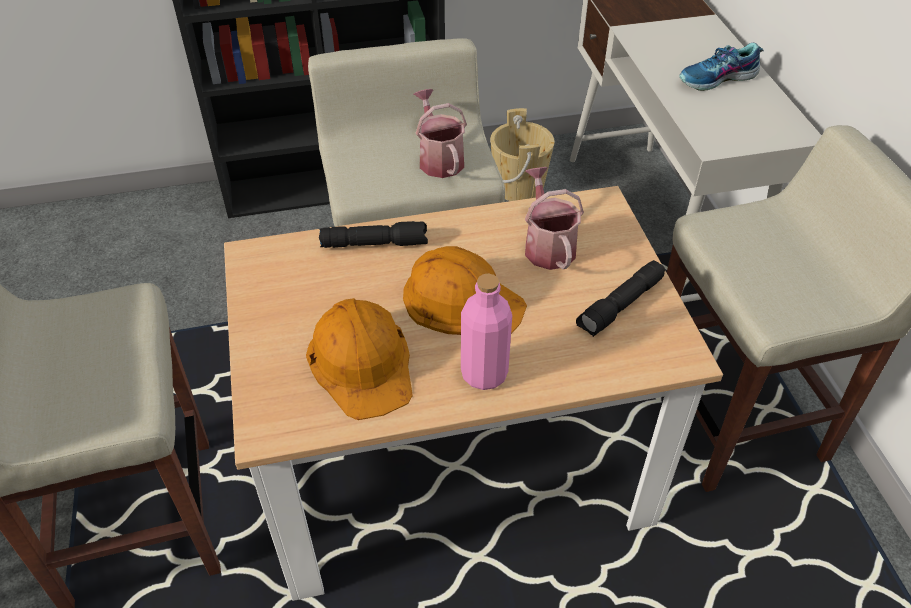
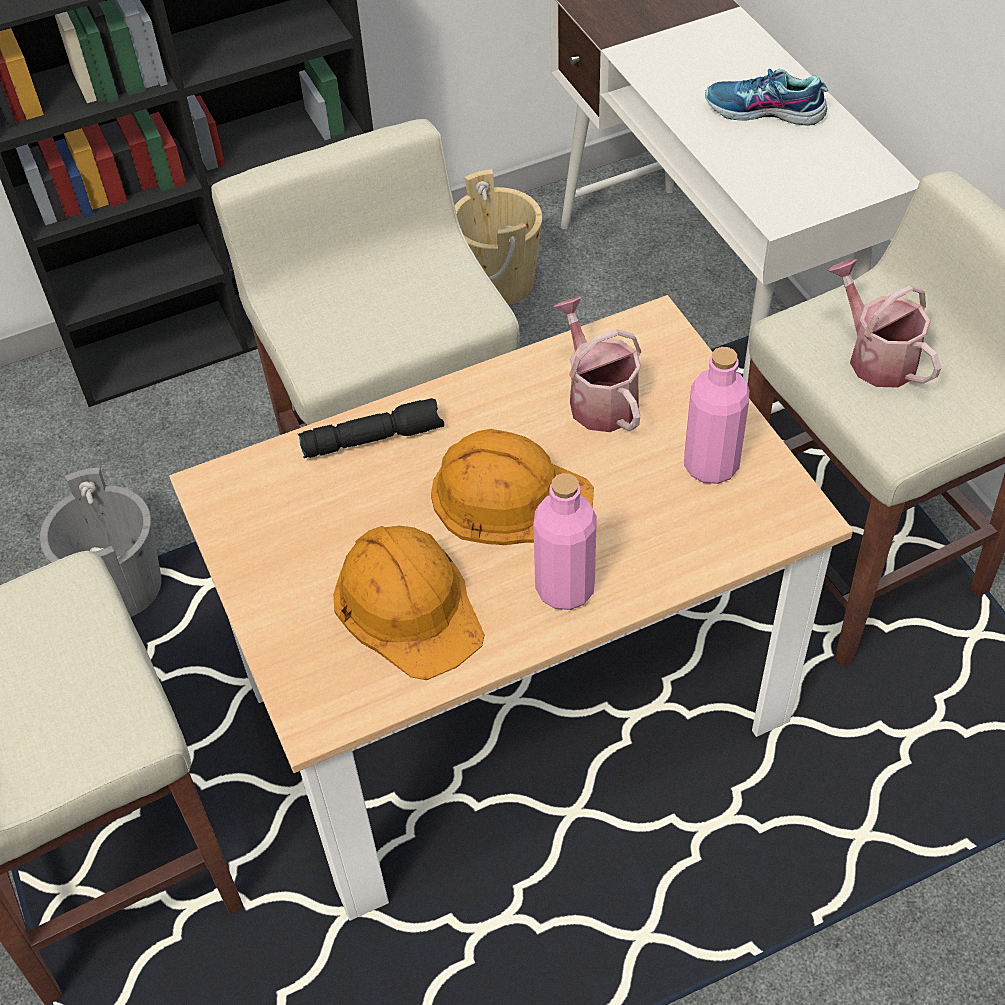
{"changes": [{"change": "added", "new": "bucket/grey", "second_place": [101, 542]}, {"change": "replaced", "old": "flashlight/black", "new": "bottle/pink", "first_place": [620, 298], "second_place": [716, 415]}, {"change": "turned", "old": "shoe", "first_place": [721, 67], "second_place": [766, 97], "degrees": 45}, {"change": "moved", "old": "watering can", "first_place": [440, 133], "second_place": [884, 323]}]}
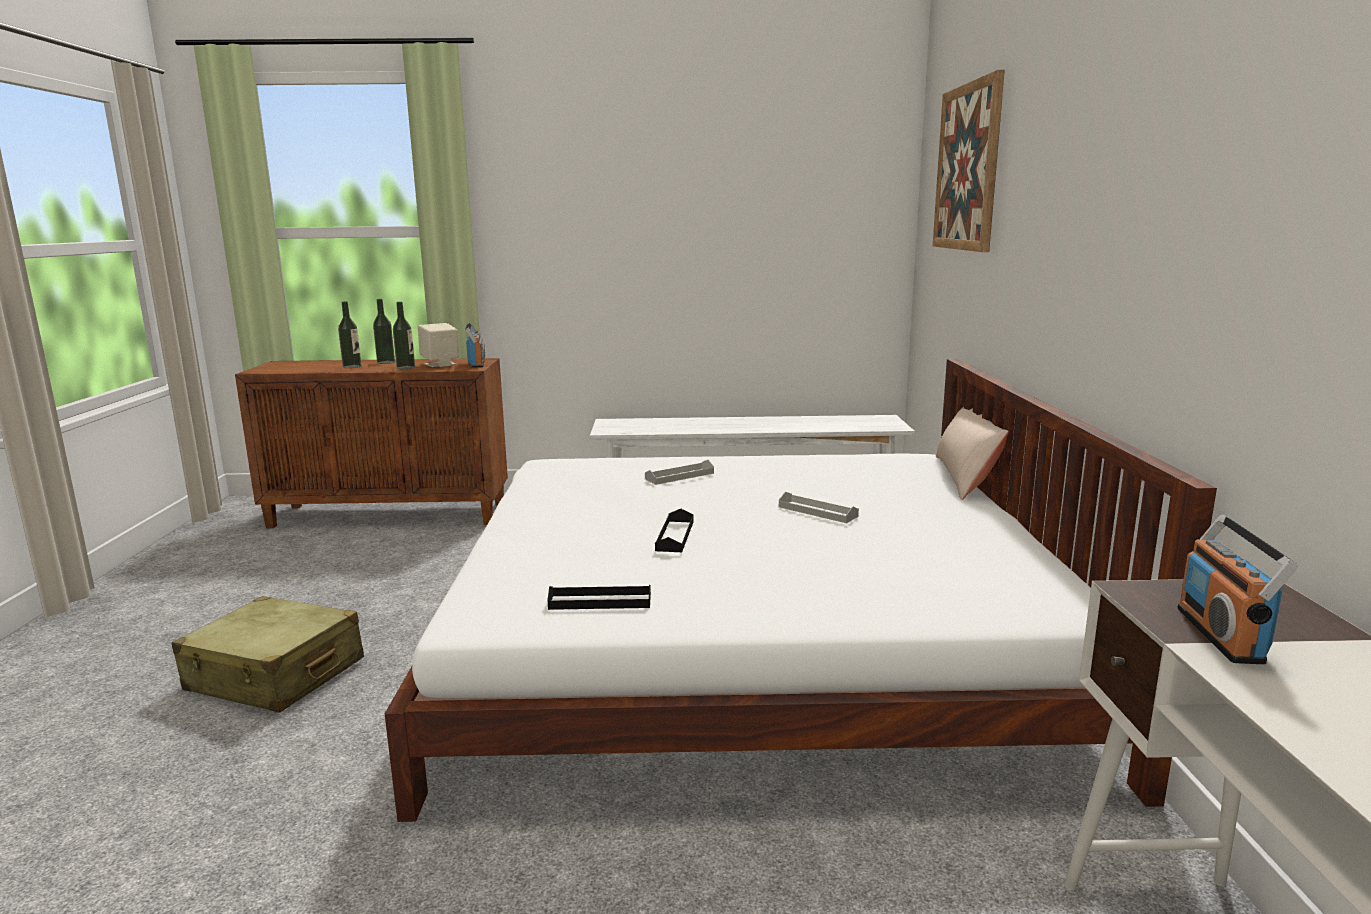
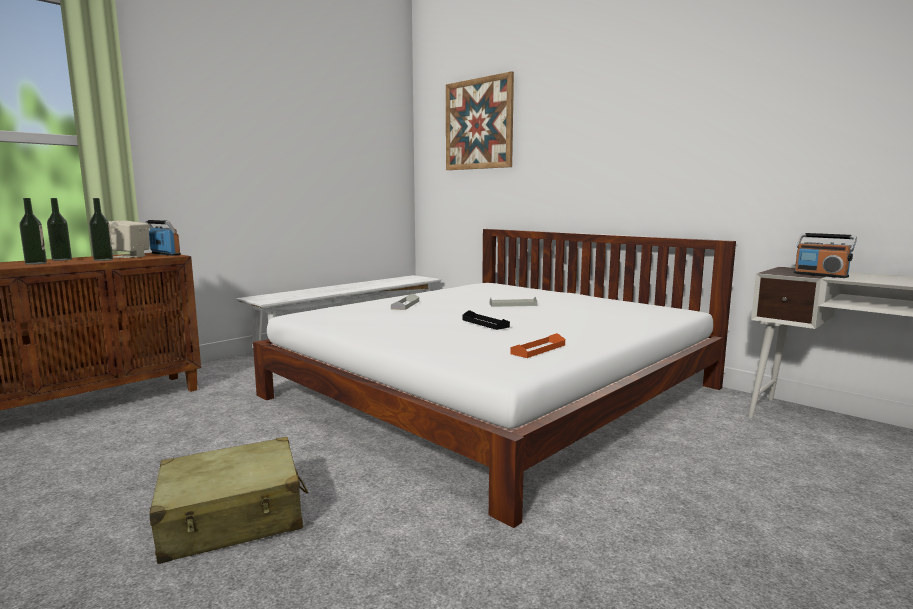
{"changes": [{"change": "recoloured", "old": "tray/black", "new": "tray/orange", "first_place": [599, 597], "second_place": [537, 345]}, {"change": "removed", "old": "pillow/beige", "first_place": [972, 453]}]}
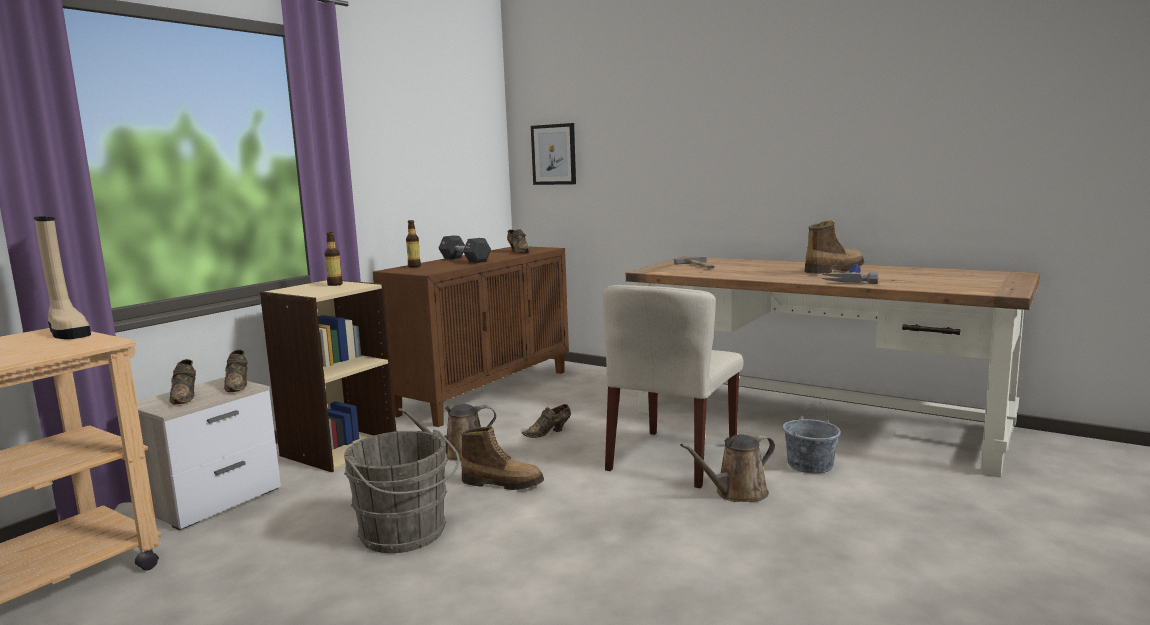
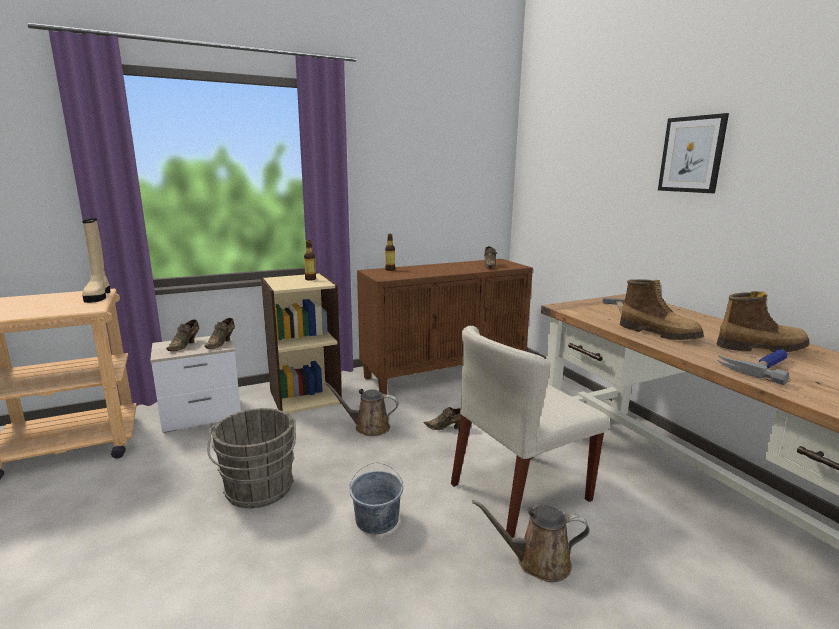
{"changes": [{"change": "moved", "old": "bucket/grey", "first_place": [812, 437], "second_place": [376, 498]}, {"change": "moved", "old": "boot", "first_place": [502, 458], "second_place": [662, 309]}, {"change": "moved", "old": "picture", "first_place": [553, 154], "second_place": [693, 153]}, {"change": "removed", "old": "dumbbell/black", "first_place": [464, 249]}]}
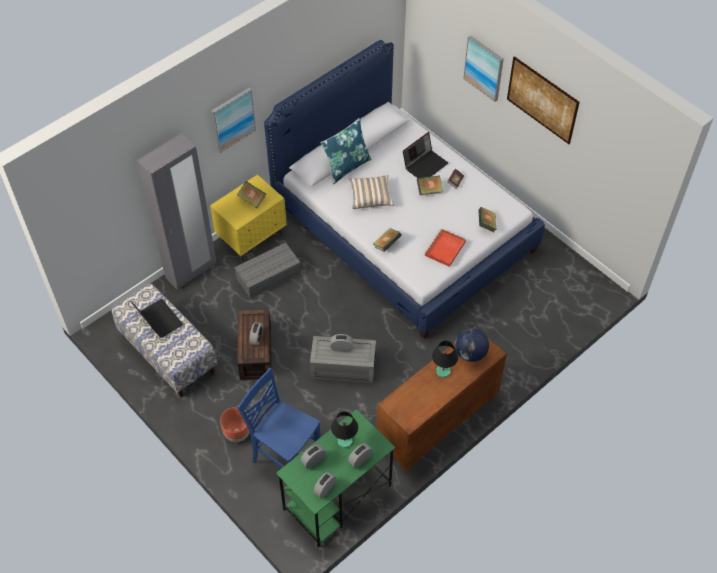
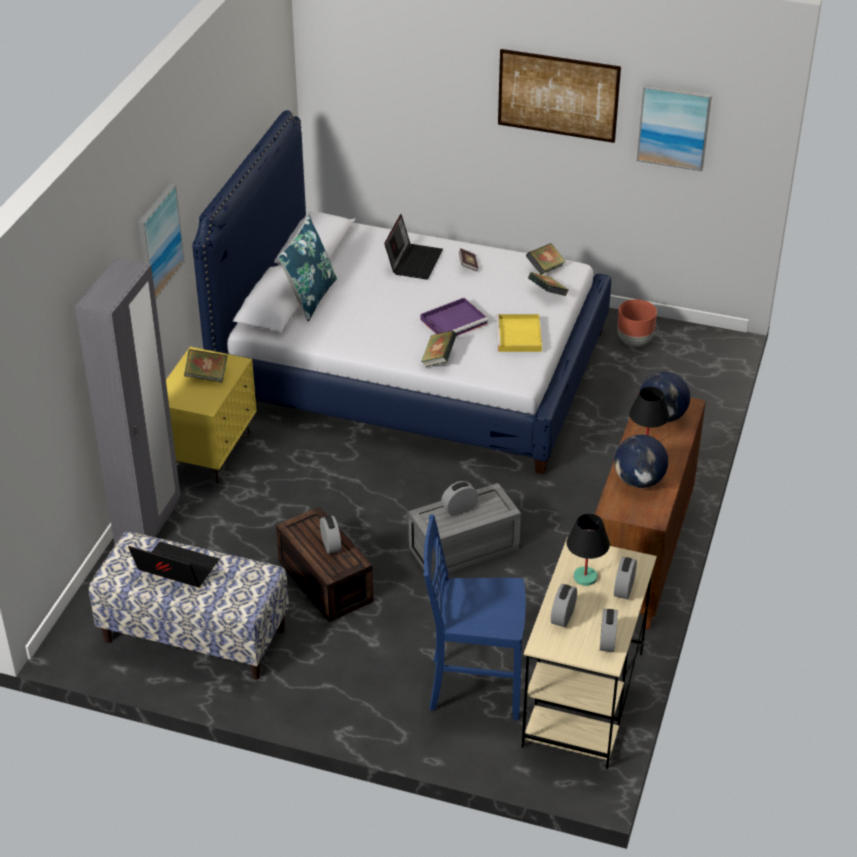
{"changes": [{"change": "added", "new": "tray/purple", "second_place": [454, 317]}, {"change": "recoloured", "old": "tray/red", "new": "tray/yellow", "first_place": [445, 247], "second_place": [518, 333]}, {"change": "recoloured", "old": "desk/green", "new": "desk/beige", "first_place": [336, 478], "second_place": [589, 653]}, {"change": "moved", "old": "book", "first_place": [430, 185], "second_place": [546, 259]}, {"change": "added", "new": "globe", "second_place": [641, 461]}, {"change": "moved", "old": "planter/brown", "first_place": [235, 424], "second_place": [637, 322]}, {"change": "moved", "old": "picture", "first_place": [483, 68], "second_place": [674, 127]}, {"change": "removed", "old": "storage box/grey", "first_place": [267, 270]}, {"change": "removed", "old": "pillow", "first_place": [371, 192]}]}
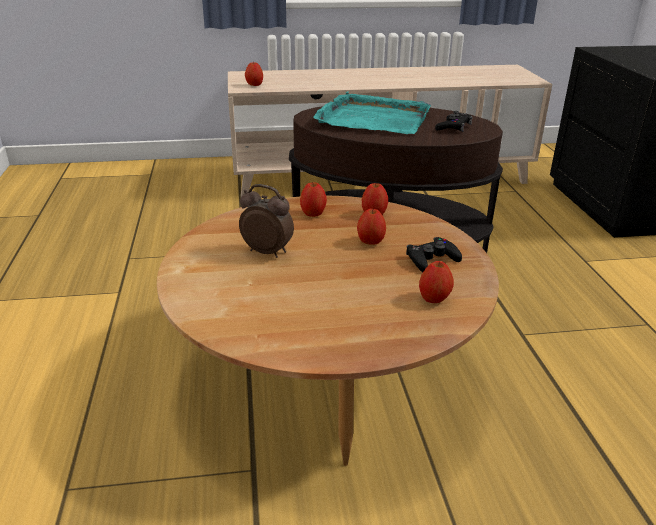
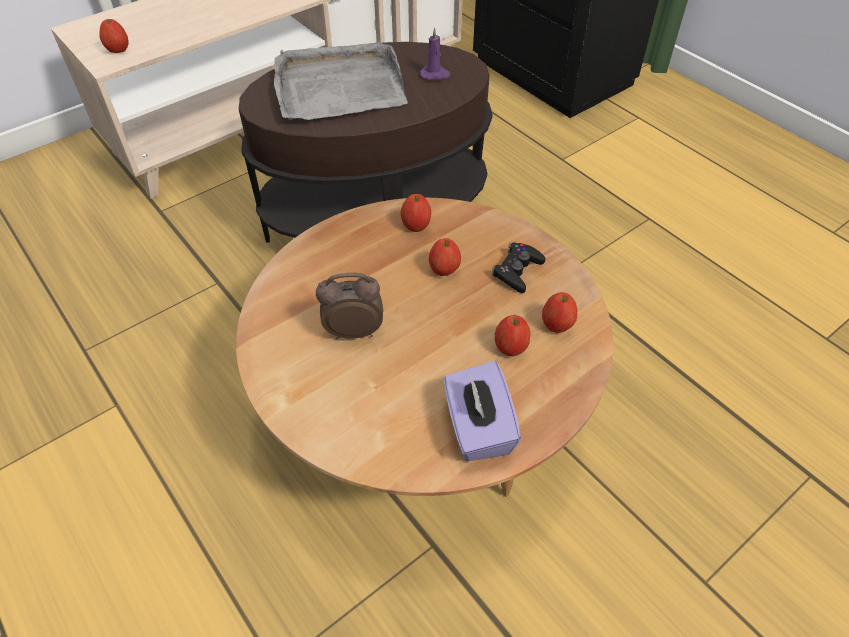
{"changes": [{"change": "recoloured", "old": "tray/turquoise", "new": "tray/grey", "first_place": [372, 112], "second_place": [341, 81]}, {"change": "replaced", "old": "game controller/black", "new": "candle/purple", "first_place": [454, 121], "second_place": [435, 53]}, {"change": "added", "new": "tissue box/purple", "second_place": [482, 411]}, {"change": "moved", "old": "apple", "first_place": [313, 199], "second_place": [512, 335]}]}
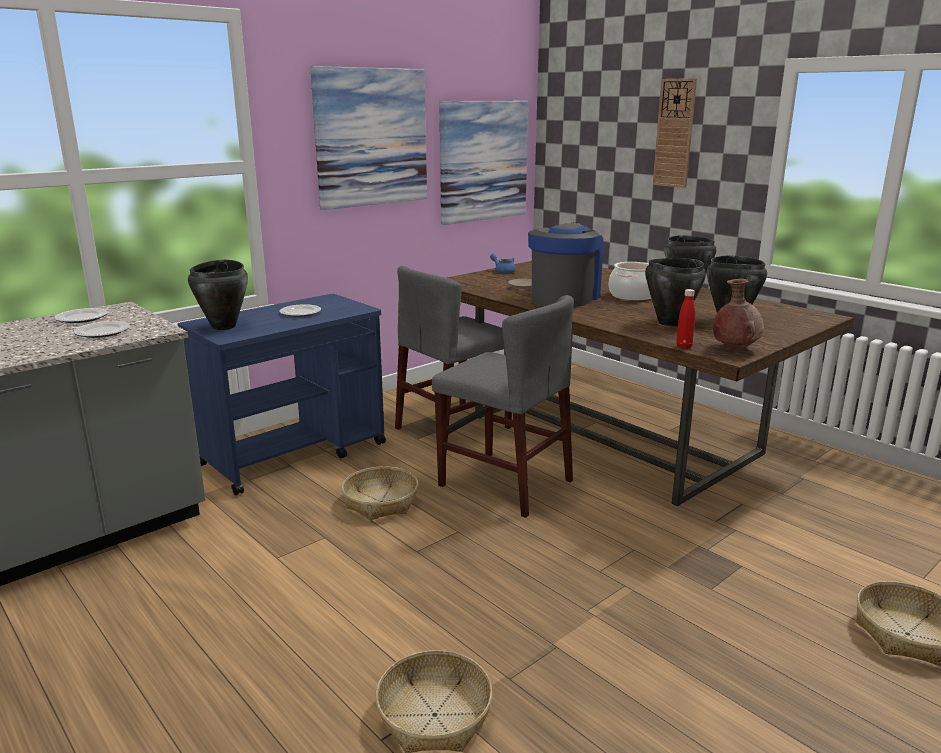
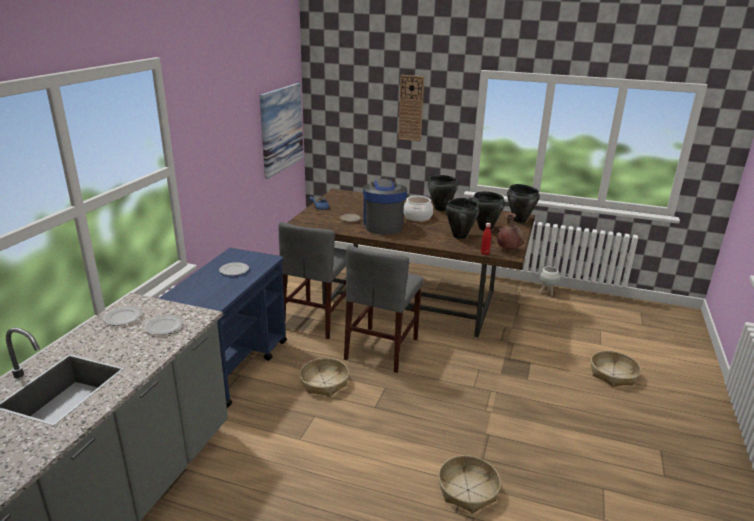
{"changes": [{"change": "turned", "old": "chair/grey", "first_place": [503, 406], "second_place": [384, 309], "degrees": 105}, {"change": "moved", "old": "cooking pot/black", "first_place": [218, 294], "second_place": [523, 203]}, {"change": "added", "new": "planter/white", "second_place": [550, 281]}, {"change": "removed", "old": "picture", "first_place": [368, 138]}]}
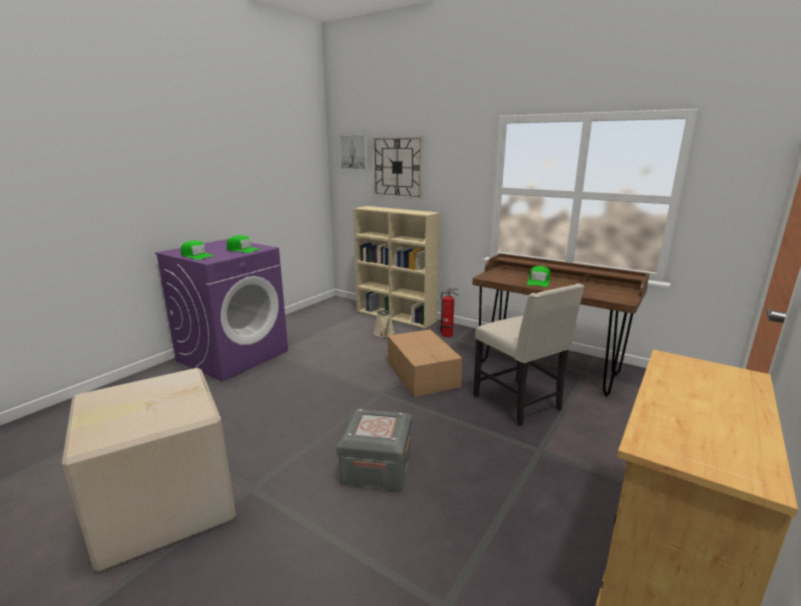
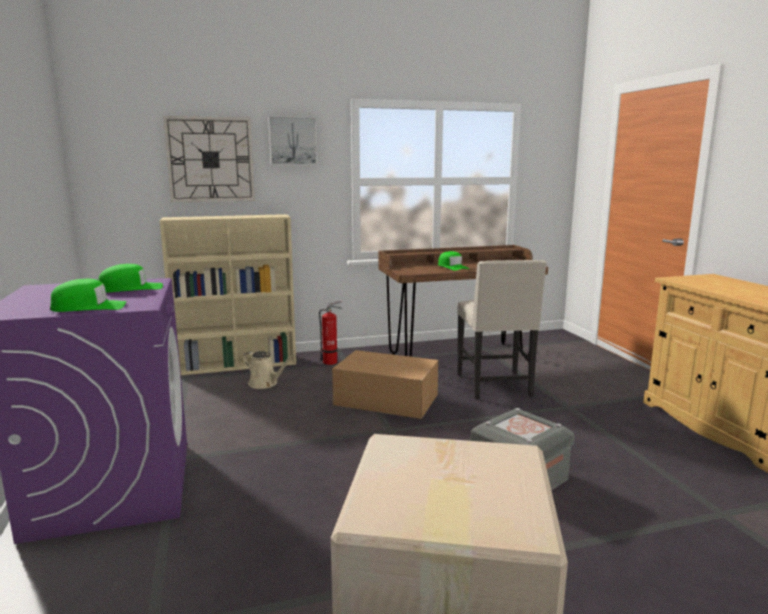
{"changes": [{"change": "moved", "old": "picture", "first_place": [353, 152], "second_place": [292, 140]}, {"change": "turned", "old": "chair/beige", "first_place": [529, 354], "second_place": [502, 329], "degrees": 75}]}
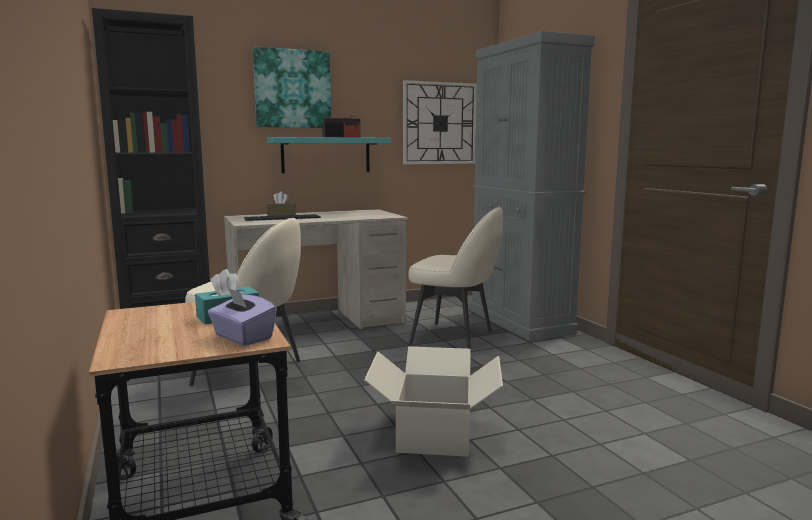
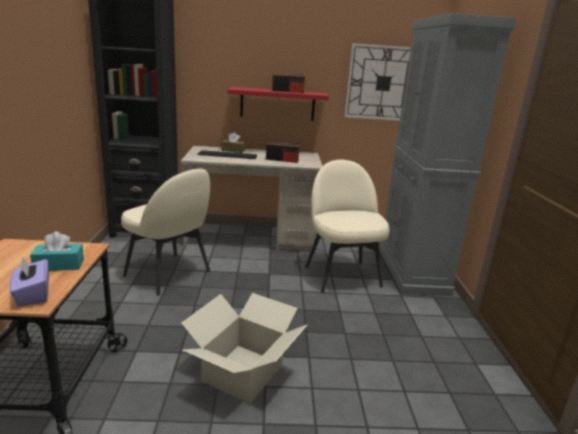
{"changes": [{"change": "recoloured", "old": "shelf/turquoise", "new": "shelf/red", "first_place": [329, 155], "second_place": [278, 104]}, {"change": "added", "new": "radio", "second_place": [282, 153]}, {"change": "turned", "old": "chair/beige", "first_place": [455, 278], "second_place": [347, 226], "degrees": -150}, {"change": "removed", "old": "picture", "first_place": [292, 87]}]}
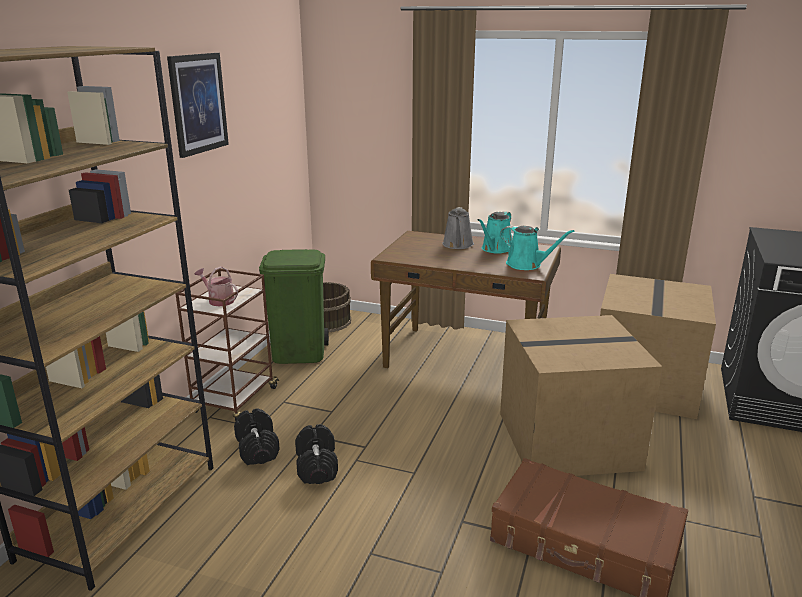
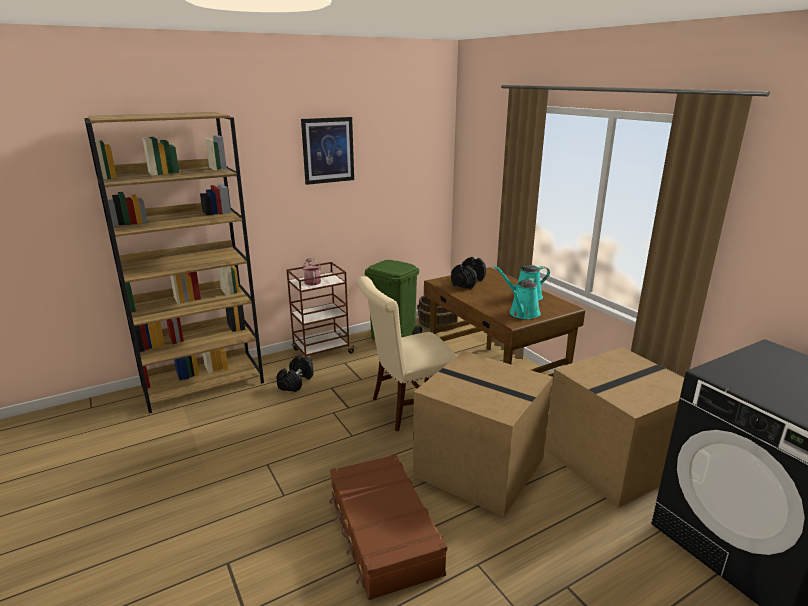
{"changes": [{"change": "added", "new": "chair/beige", "second_place": [407, 354]}, {"change": "moved", "old": "dumbbell/black", "first_place": [316, 454], "second_place": [468, 273]}, {"change": "turned", "old": "watering can/turquoise", "first_place": [537, 248], "second_place": [525, 298], "degrees": 45}, {"change": "removed", "old": "watering can/grey", "first_place": [458, 228]}]}
